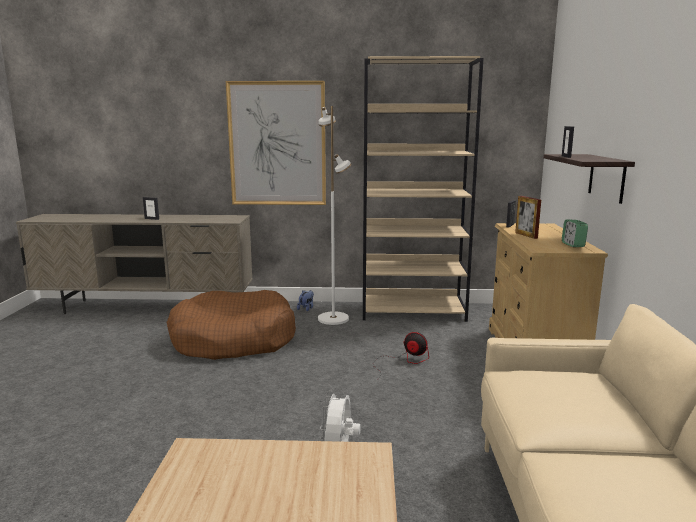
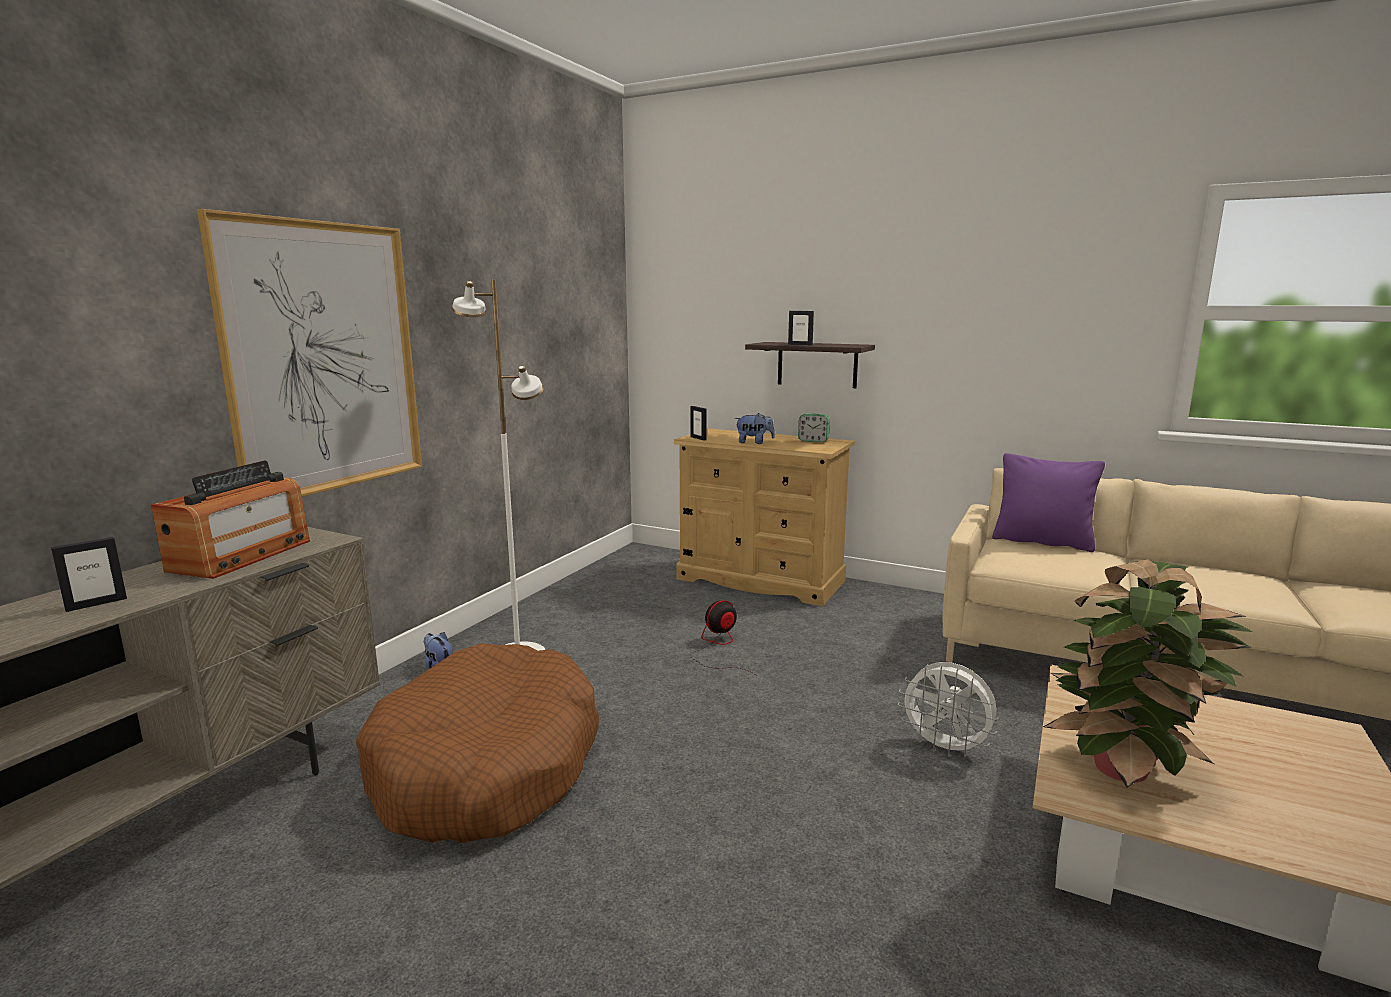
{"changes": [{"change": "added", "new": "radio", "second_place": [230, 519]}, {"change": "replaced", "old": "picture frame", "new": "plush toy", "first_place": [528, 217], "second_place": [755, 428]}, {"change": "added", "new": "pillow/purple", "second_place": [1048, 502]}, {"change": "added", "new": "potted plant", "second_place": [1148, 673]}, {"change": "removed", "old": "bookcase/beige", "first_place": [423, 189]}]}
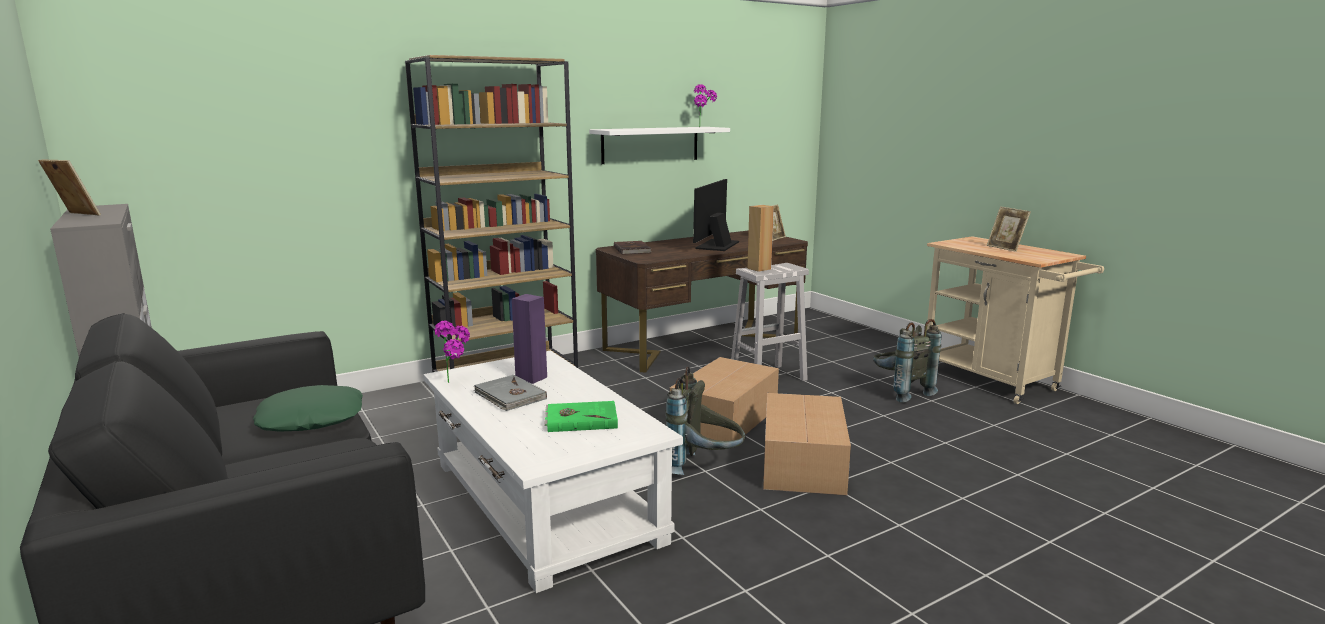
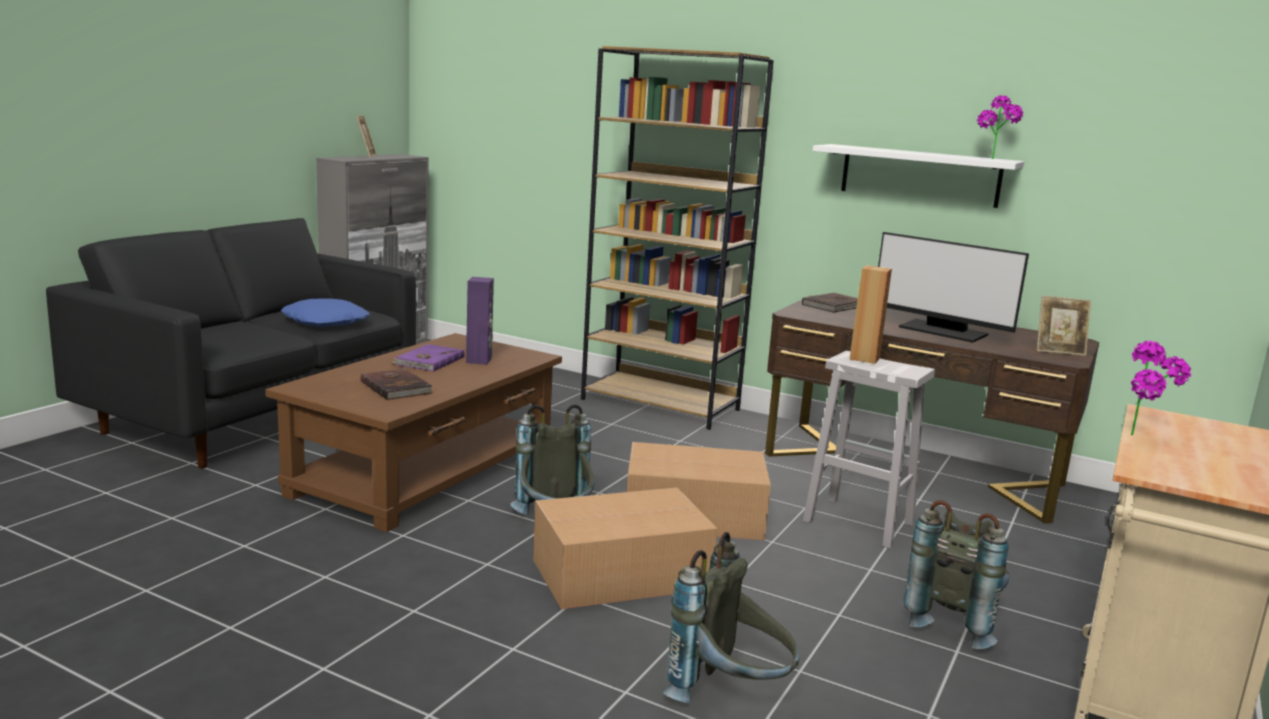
{"changes": [{"change": "recoloured", "old": "coffee table/white", "new": "coffee table/brown", "first_place": [553, 472], "second_place": [413, 432]}, {"change": "recoloured", "old": "pillow/green", "new": "pillow/blue", "first_place": [308, 408], "second_place": [325, 312]}, {"change": "recoloured", "old": "book/green", "new": "book/brown", "first_place": [581, 416], "second_place": [397, 384]}, {"change": "recoloured", "old": "book/grey", "new": "book/purple", "first_place": [510, 393], "second_place": [428, 358]}, {"change": "added", "new": "backpack/grey", "second_place": [731, 617]}, {"change": "turned", "old": "monitor", "first_place": [716, 215], "second_place": [953, 287], "degrees": -135}, {"change": "moved", "old": "potted plant", "first_place": [452, 352], "second_place": [1161, 388]}, {"change": "removed", "old": "picture frame", "first_place": [1009, 229]}]}
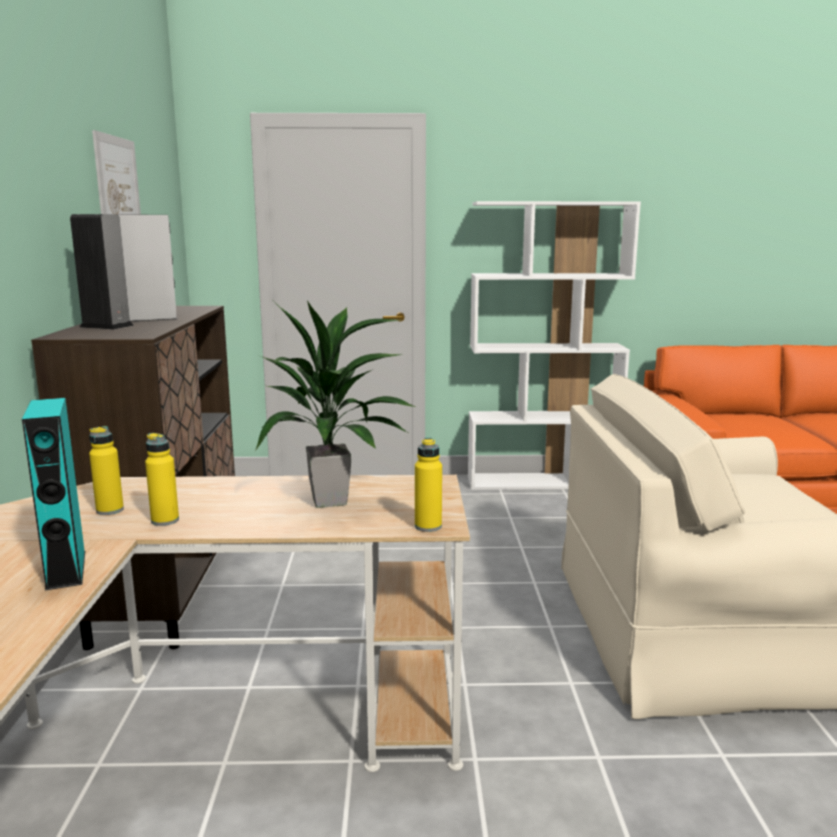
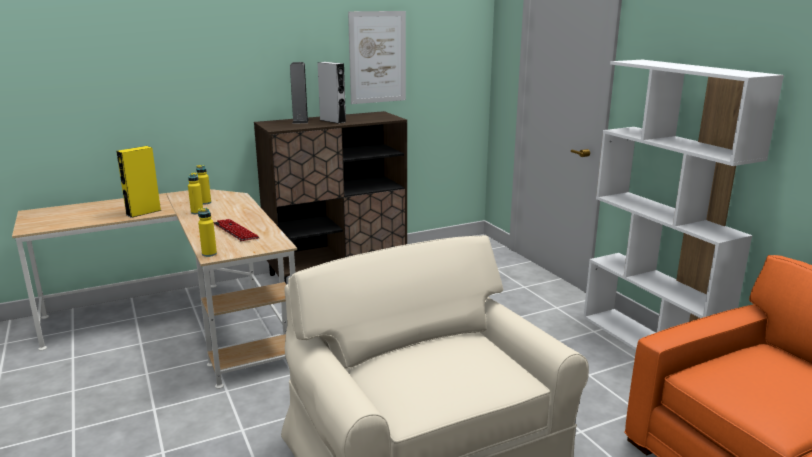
{"changes": [{"change": "recoloured", "old": "speaker/turquoise", "new": "speaker/yellow", "first_place": [53, 494], "second_place": [139, 182]}, {"change": "replaced", "old": "potted plant", "new": "keyboard", "first_place": [335, 404], "second_place": [237, 230]}]}
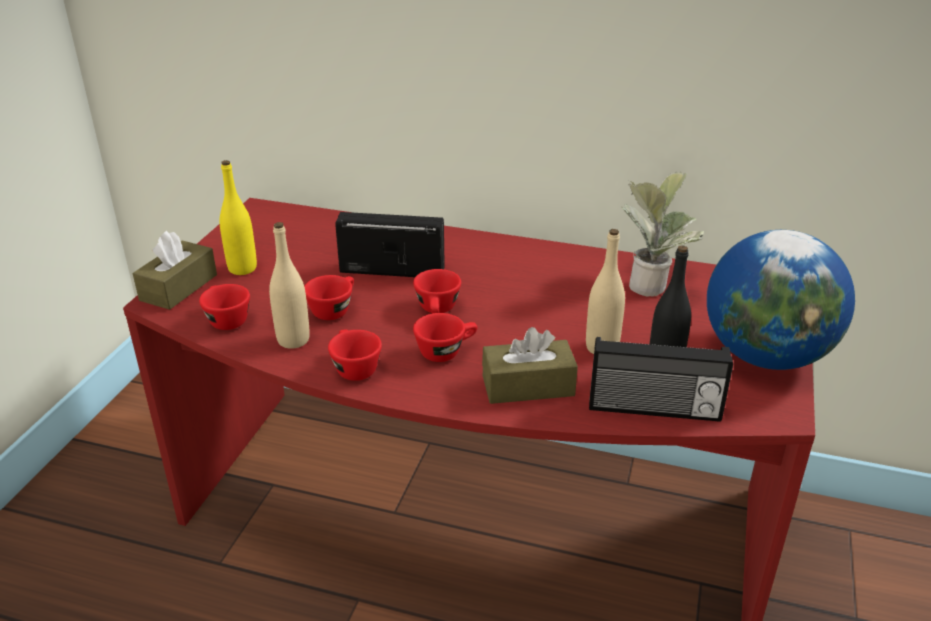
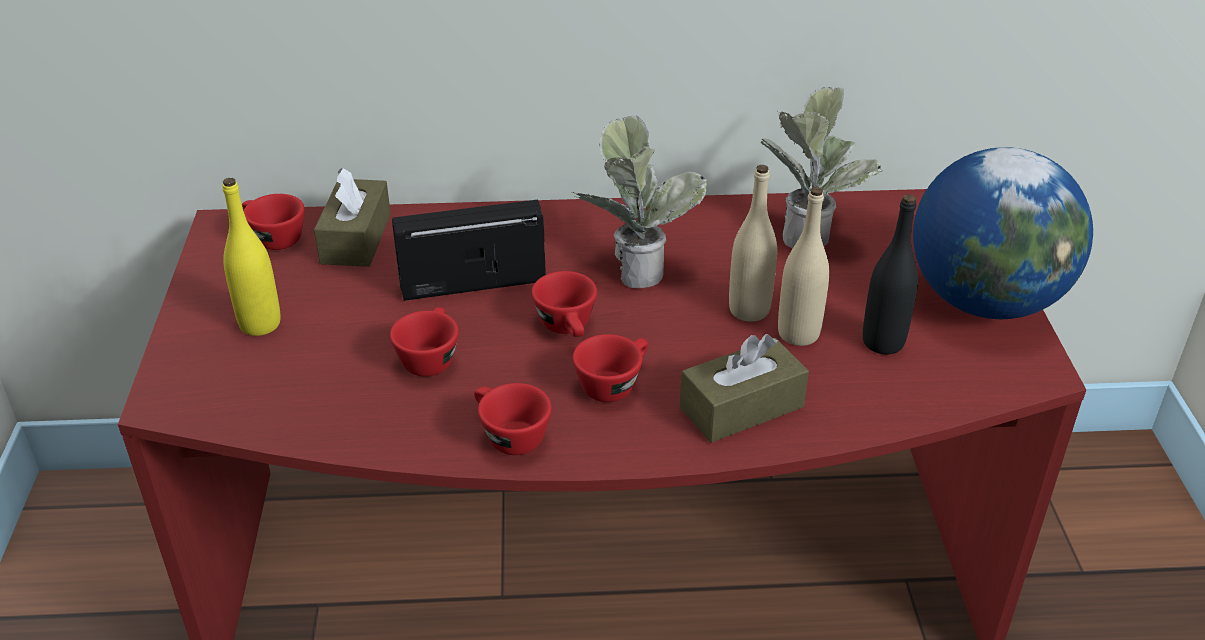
{"changes": [{"change": "moved", "old": "cup/red", "first_place": [224, 307], "second_place": [273, 222]}, {"change": "moved", "old": "tissue box/brown", "first_place": [175, 270], "second_place": [352, 217]}, {"change": "added", "new": "potted plant", "second_place": [639, 202]}, {"change": "moved", "old": "bottle/beige", "first_place": [289, 285], "second_place": [753, 243]}, {"change": "removed", "old": "radio", "first_place": [661, 379]}]}
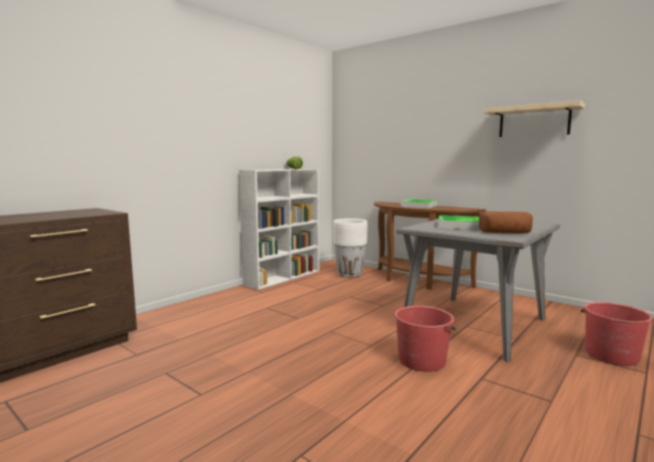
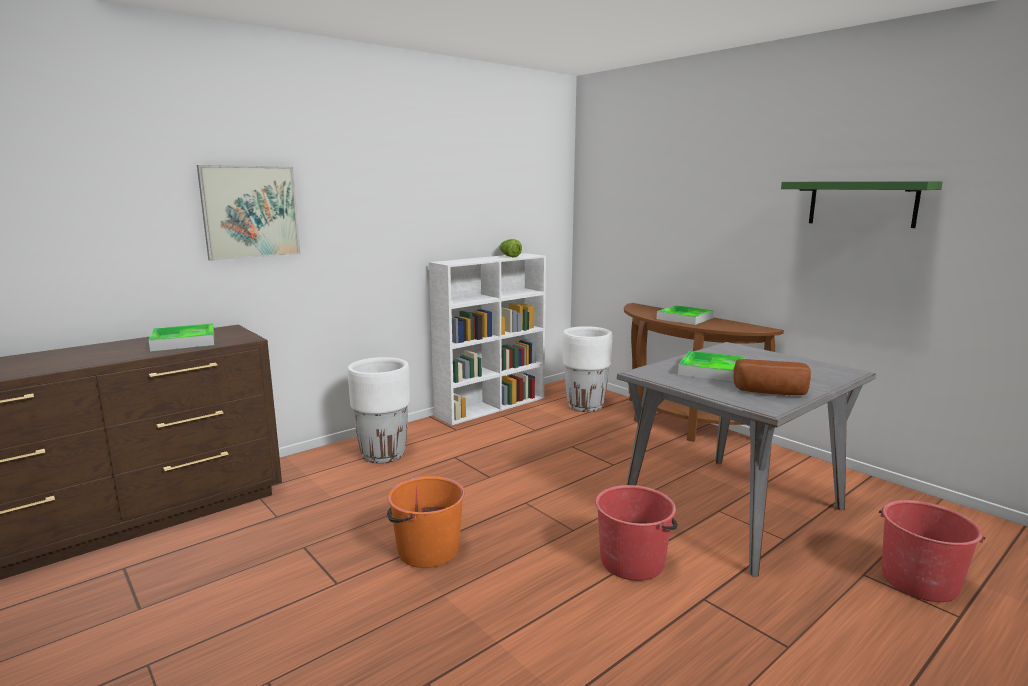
{"changes": [{"change": "added", "new": "tray", "second_place": [181, 337]}, {"change": "added", "new": "picture", "second_place": [249, 213]}, {"change": "added", "new": "planter/white", "second_place": [378, 410]}, {"change": "added", "new": "bucket/orange", "second_place": [426, 522]}, {"change": "recoloured", "old": "shelf/beige", "new": "shelf/green", "first_place": [534, 118], "second_place": [862, 204]}]}
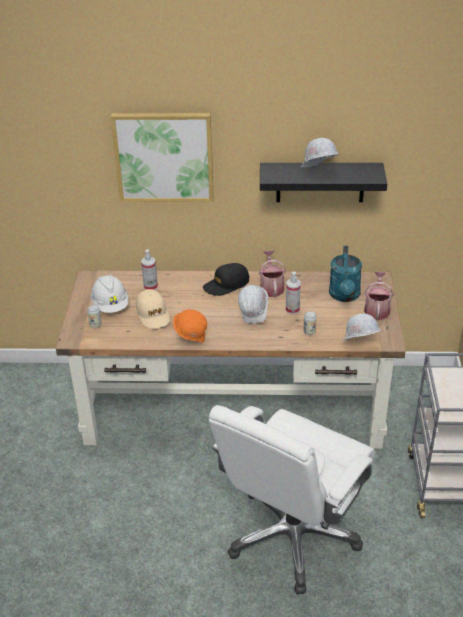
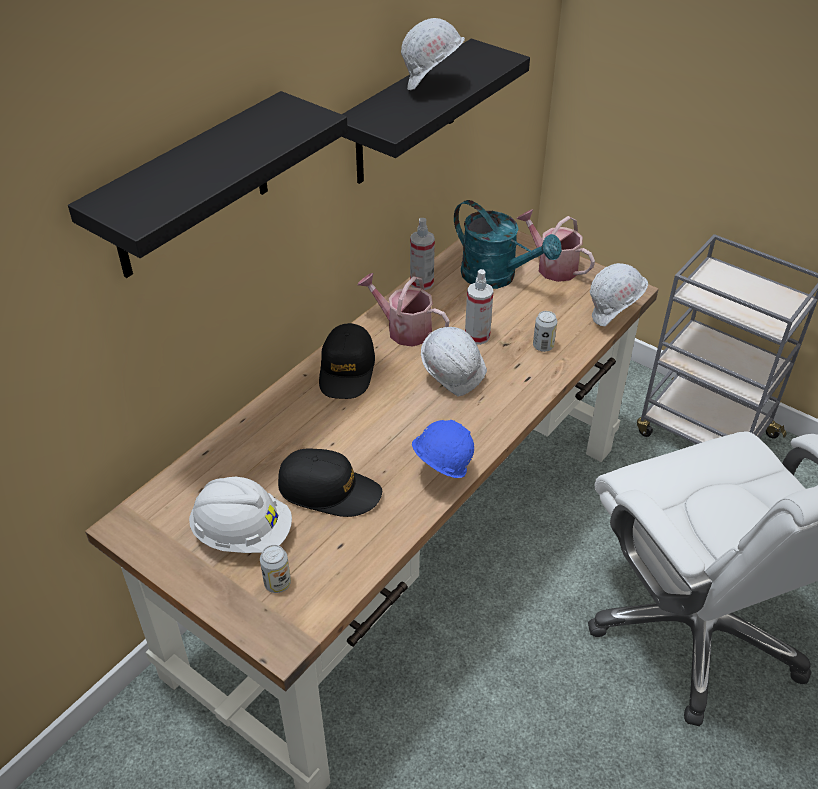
{"changes": [{"change": "replaced", "old": "picture", "new": "shelf/black", "first_place": [162, 157], "second_place": [208, 184]}, {"change": "recoloured", "old": "cap/beige", "new": "cap/black", "first_place": [153, 309], "second_place": [330, 482]}, {"change": "moved", "old": "spray bottle", "first_place": [149, 269], "second_place": [422, 254]}, {"change": "recoloured", "old": "hard hat/orange", "new": "hard hat/blue", "first_place": [190, 326], "second_place": [443, 449]}]}
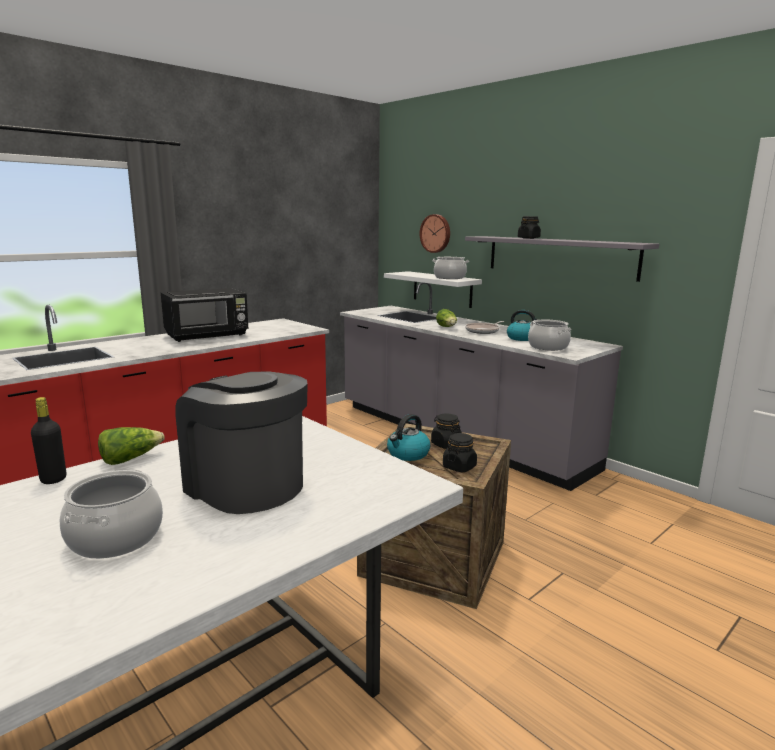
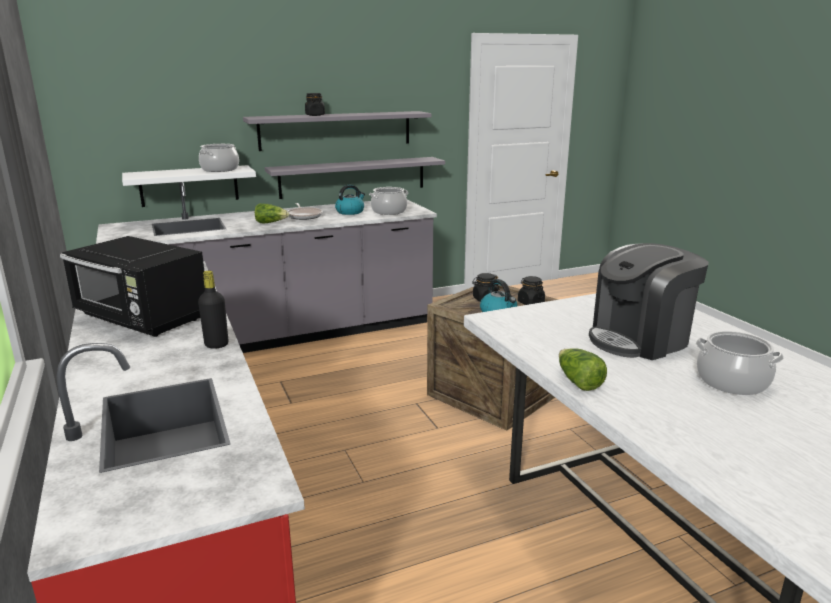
{"changes": [{"change": "turned", "old": "microwave/black", "first_place": [204, 315], "second_place": [132, 286], "degrees": 135}, {"change": "moved", "old": "bottle/black", "first_place": [48, 440], "second_place": [213, 310]}, {"change": "added", "new": "shelf/grey", "second_place": [355, 178]}, {"change": "removed", "old": "wall clock", "first_place": [435, 233]}]}
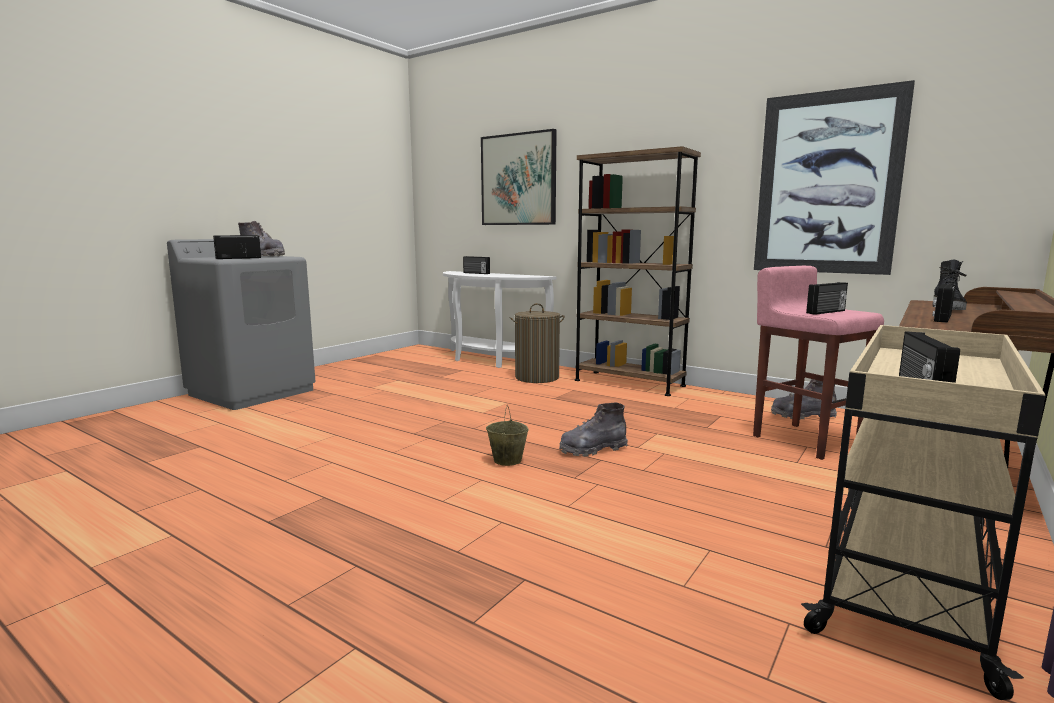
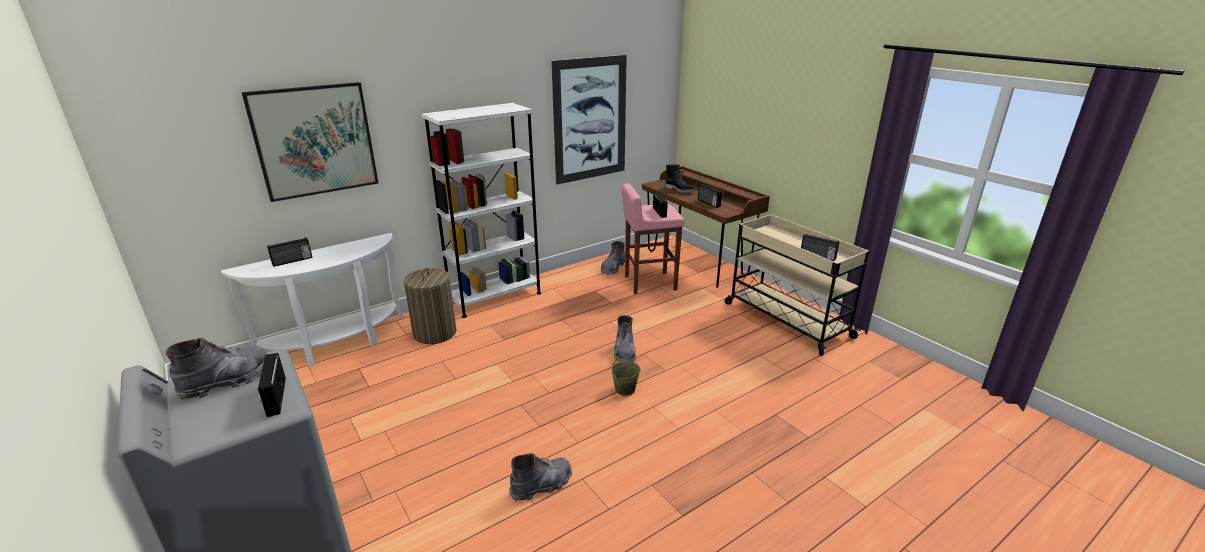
{"changes": [{"change": "recoloured", "old": "bookcase/brown", "new": "bookcase/white", "first_place": [638, 271], "second_place": [481, 210]}, {"change": "added", "new": "boot/grey", "second_place": [540, 477]}]}
